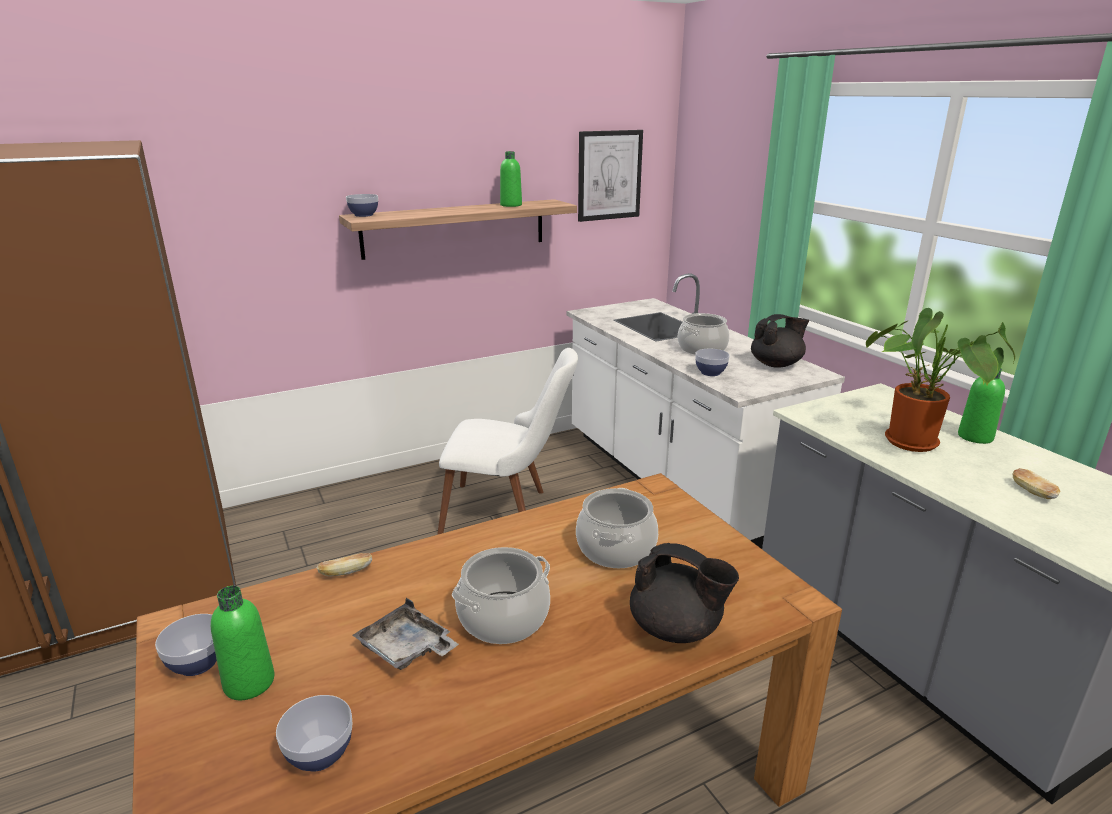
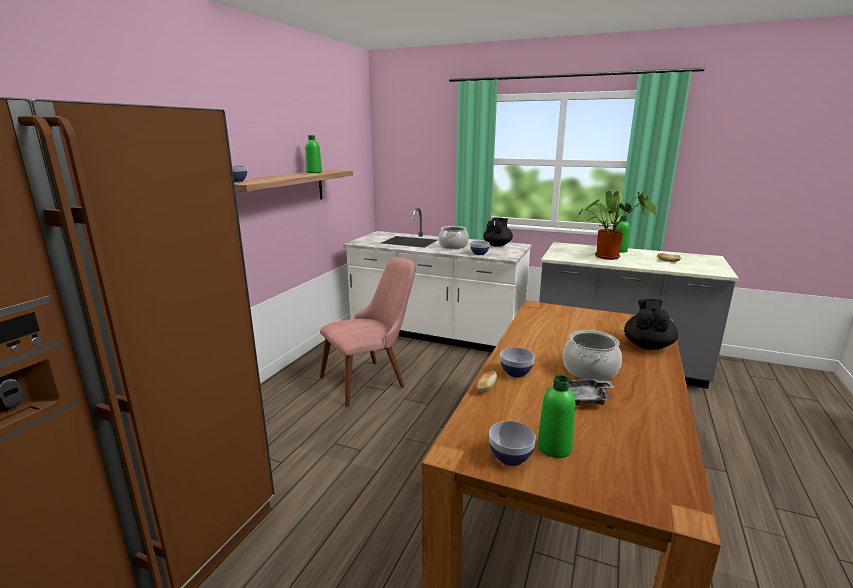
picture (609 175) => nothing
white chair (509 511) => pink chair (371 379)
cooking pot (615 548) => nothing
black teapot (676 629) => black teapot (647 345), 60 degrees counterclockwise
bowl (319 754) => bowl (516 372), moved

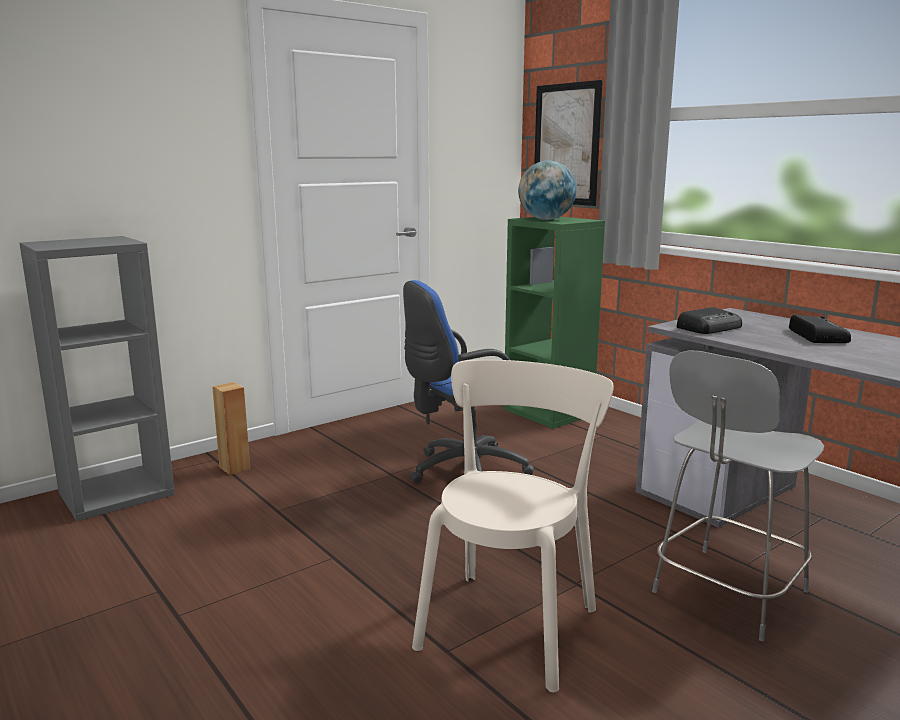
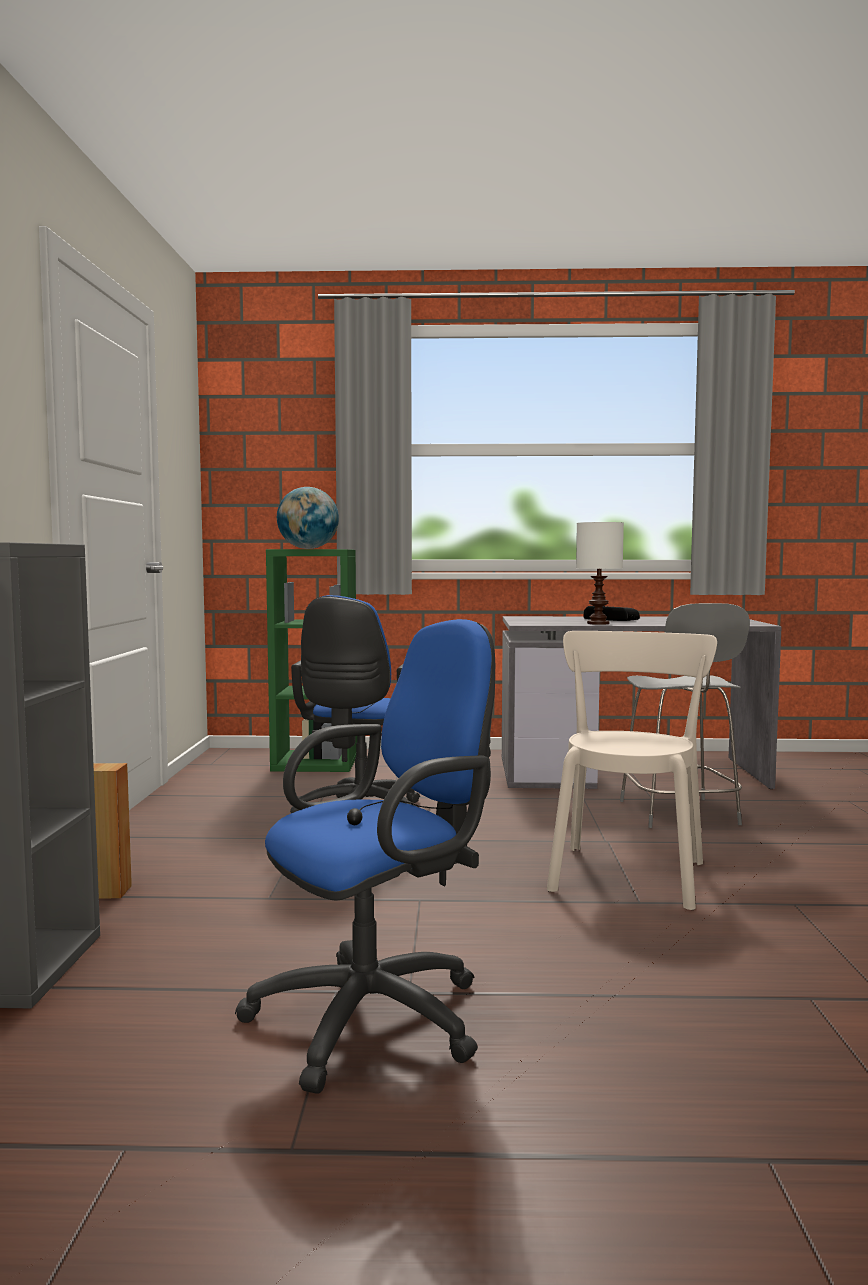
picture (566 144) => nothing
radio (709 327) => nothing
beige chair (510 622) => beige chair (628 873), 45 degrees clockwise
nothing => white table lamp (597 623)
nothing => blue office chair (380 1016)

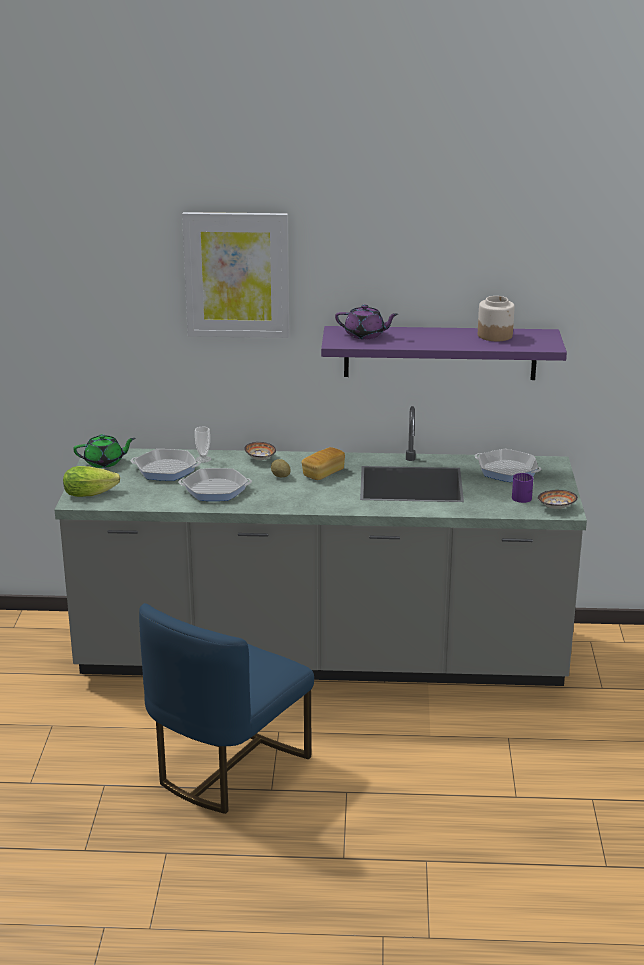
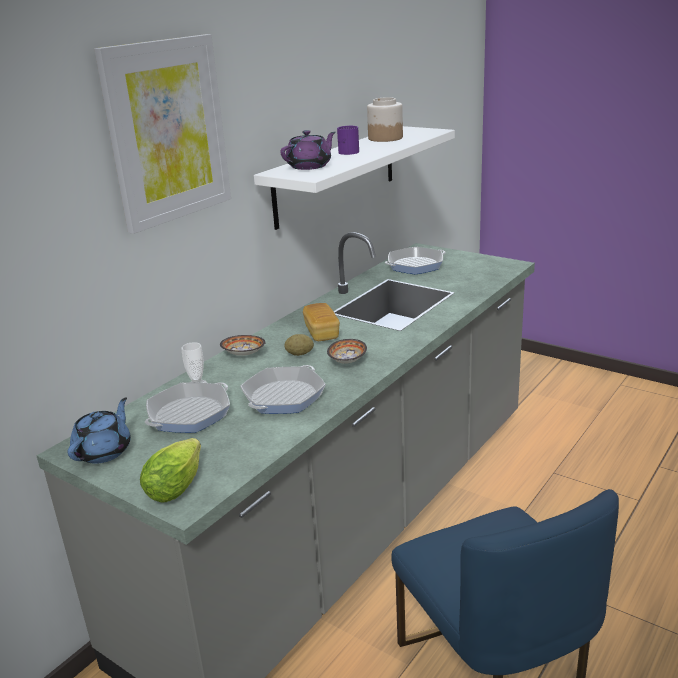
purple shelf (440 352) => white shelf (336 175)
green teapot (105 462) => blue teapot (104 451)
purple mug (524 496) => purple mug (347 151), moved
bowl (555 507) => bowl (346 361), moved

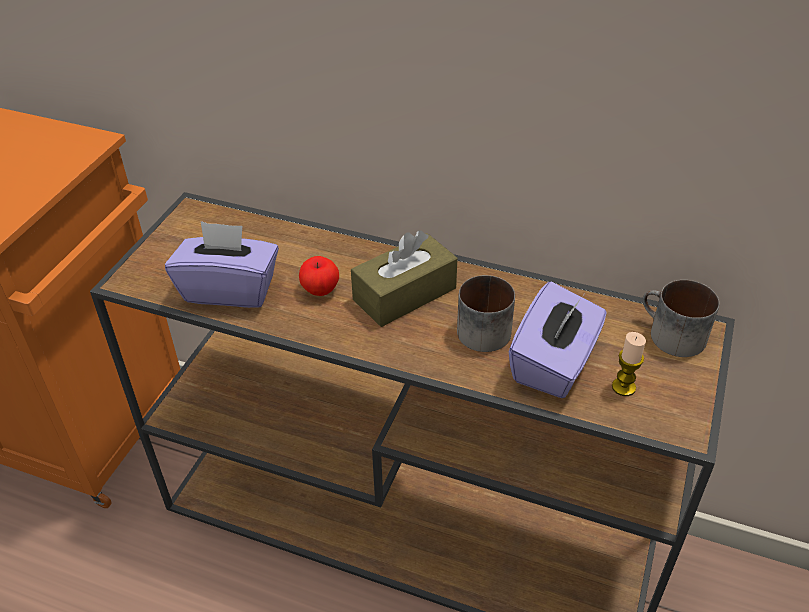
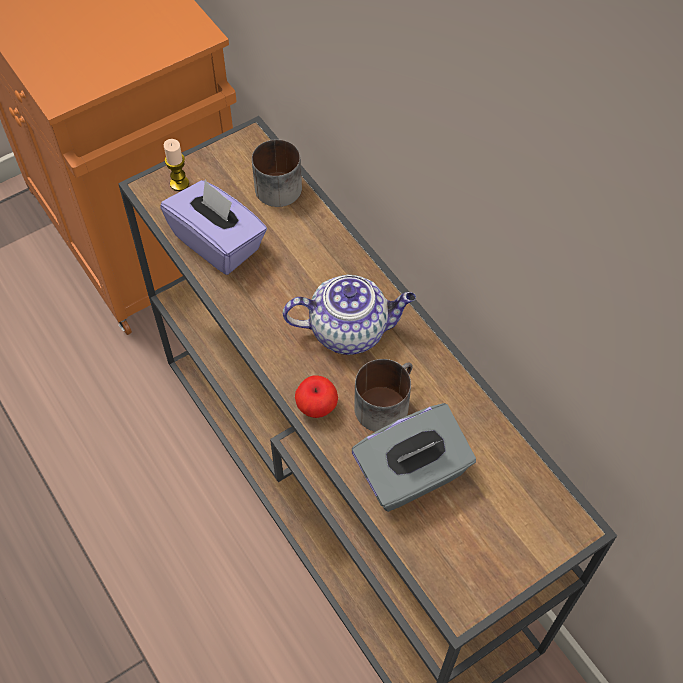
brown tissue box (404 294) => teapot (350 330)
apple (320 290) => apple (317 406), moved
mug (669 335) => mug (275 184), moved
purple tissue box (554 364) => grey tissue box (412 475)
candle (623 387) => candle (179 183), moved

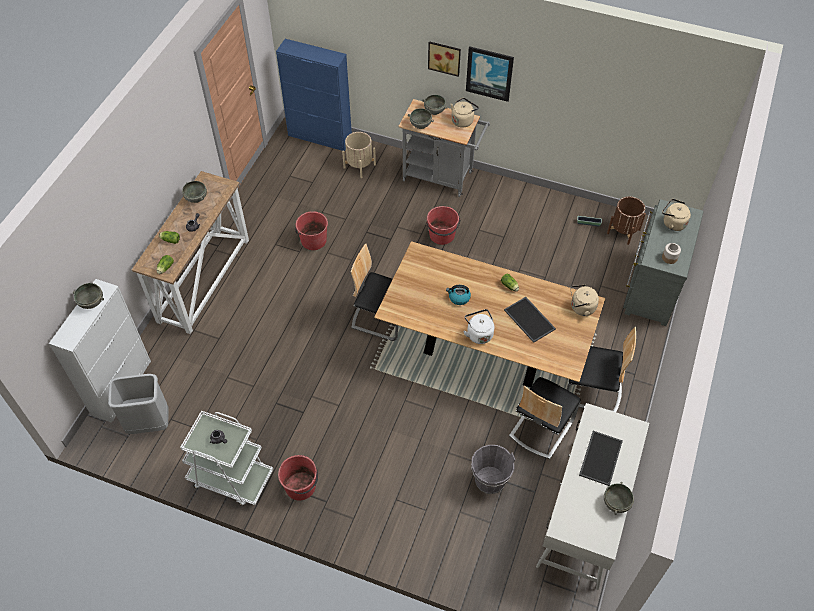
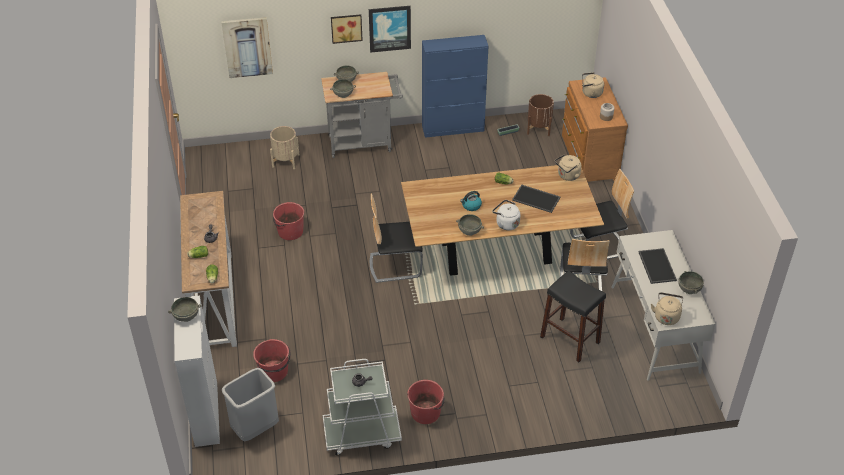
blue cabinet (320 137) => blue cabinet (453 128), moved
beige kettle (463 120) => beige kettle (666 316), moved
grey bowl (195 198) => grey bowl (469 231), moved
grey dresser (651 287) => brown dresser (588 158)
red bucket (442 235) => red bucket (274 371), moved
grey bucket (489 480) => black stool (570 339)
nothing => picture (247 47)

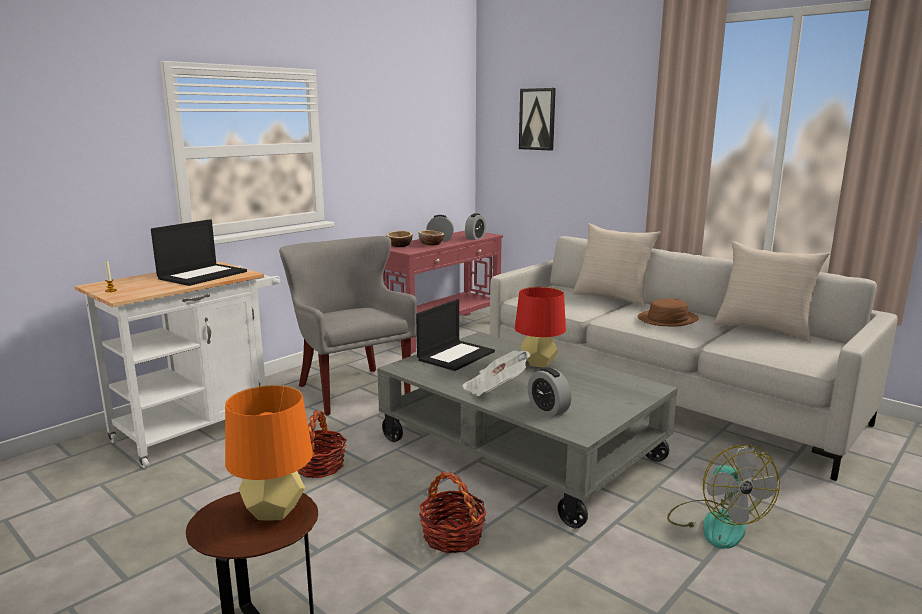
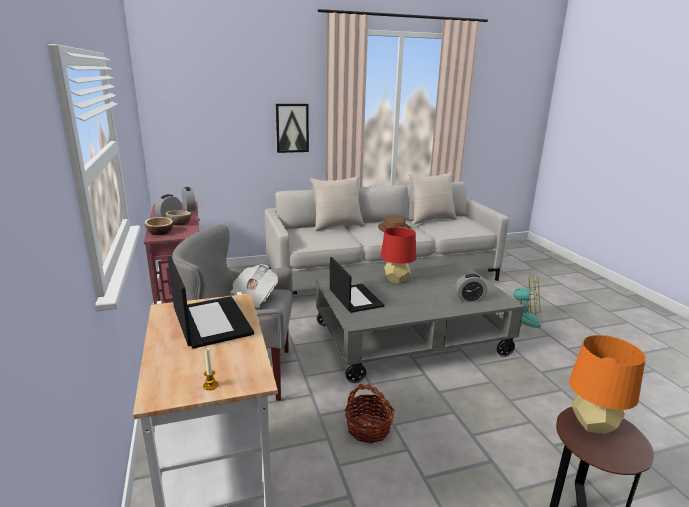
picture (537 119) => picture (292 128), moved
newspaper (495 389) => newspaper (252 299), moved
basket (452 536) => nothing

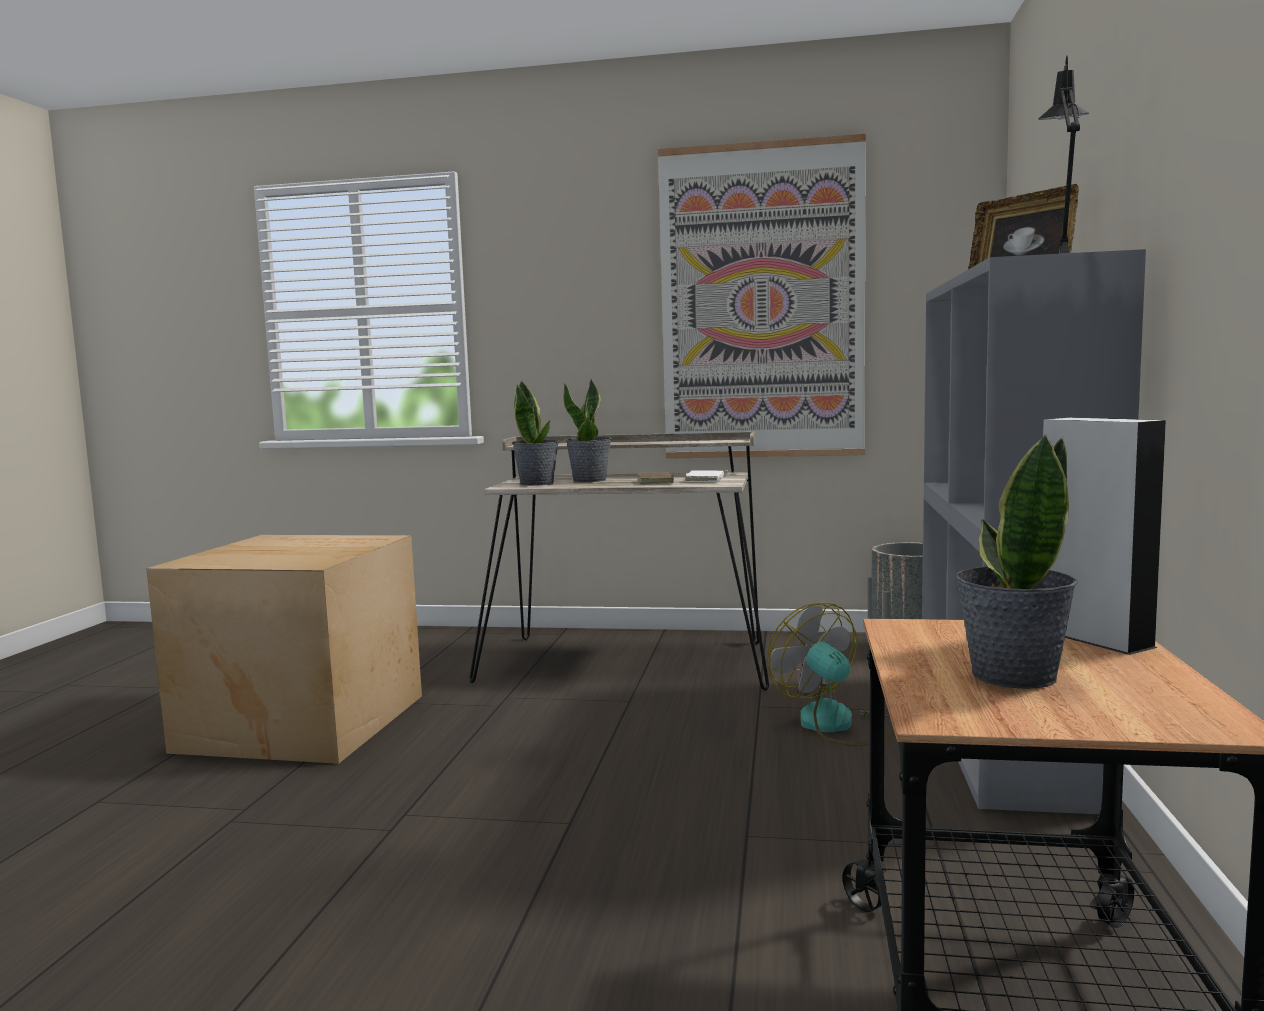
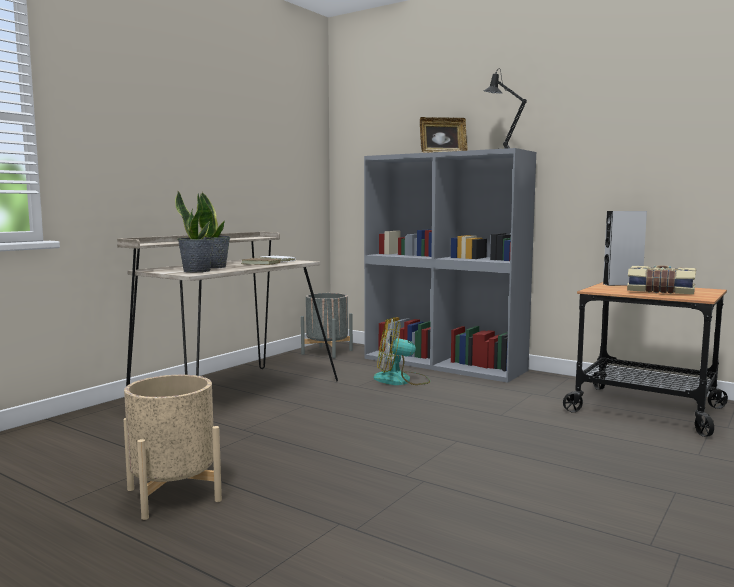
picture (761 303) => nothing
potted plant (1011 675) => book (660 291)
cardboard box (302 721) => beige planter (173 495)

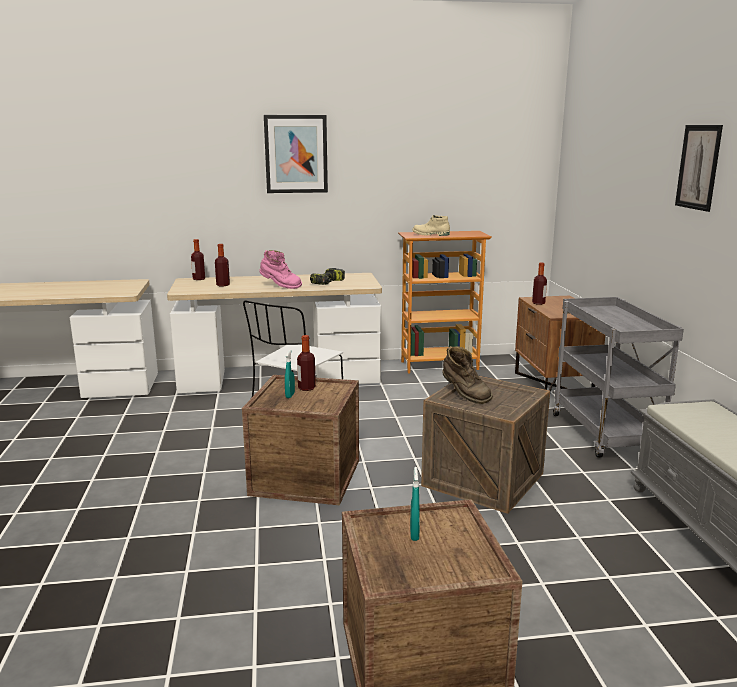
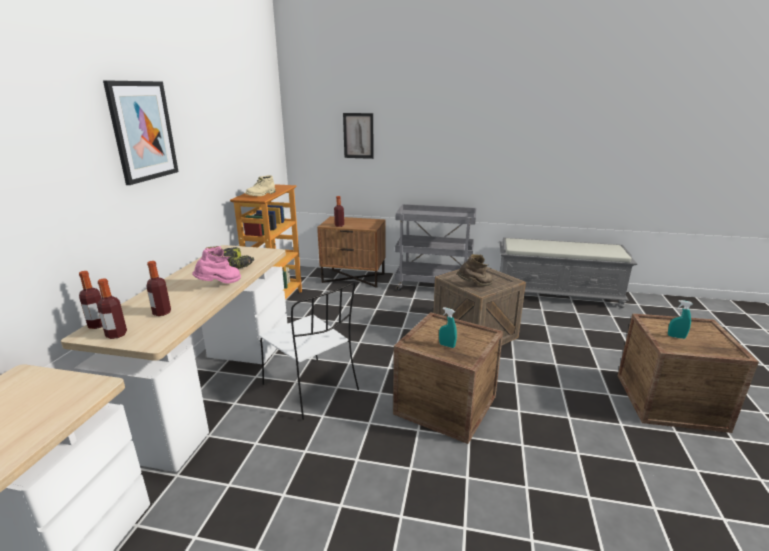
picture (698 167) => picture (358 135), moved
bottle (306 388) => bottle (116 334), moved

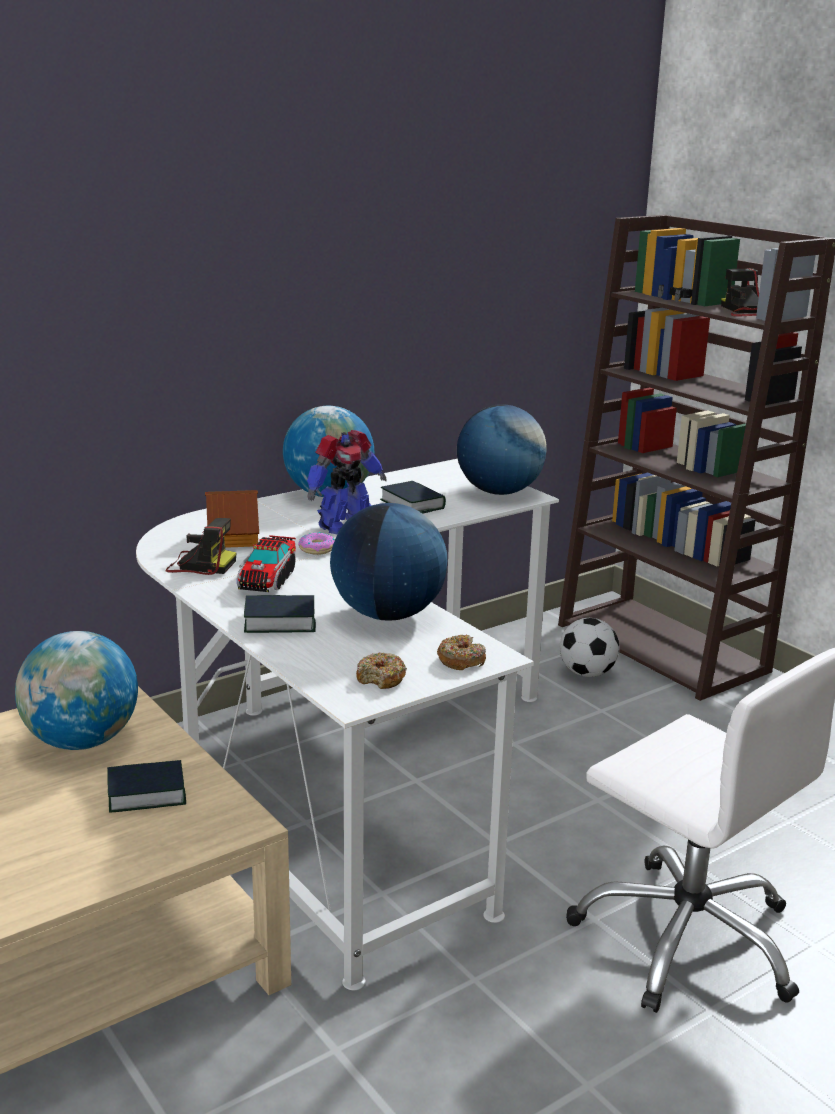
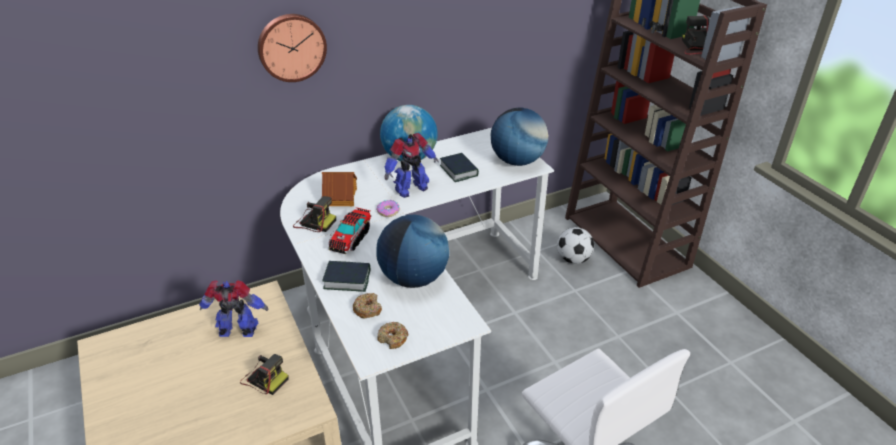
globe (81 741) => toy robot (238 331)
donut (461 660) => donut (367 309), moved
book (146 793) => photo camera (264 378)
nothing => wall clock (291 47)

